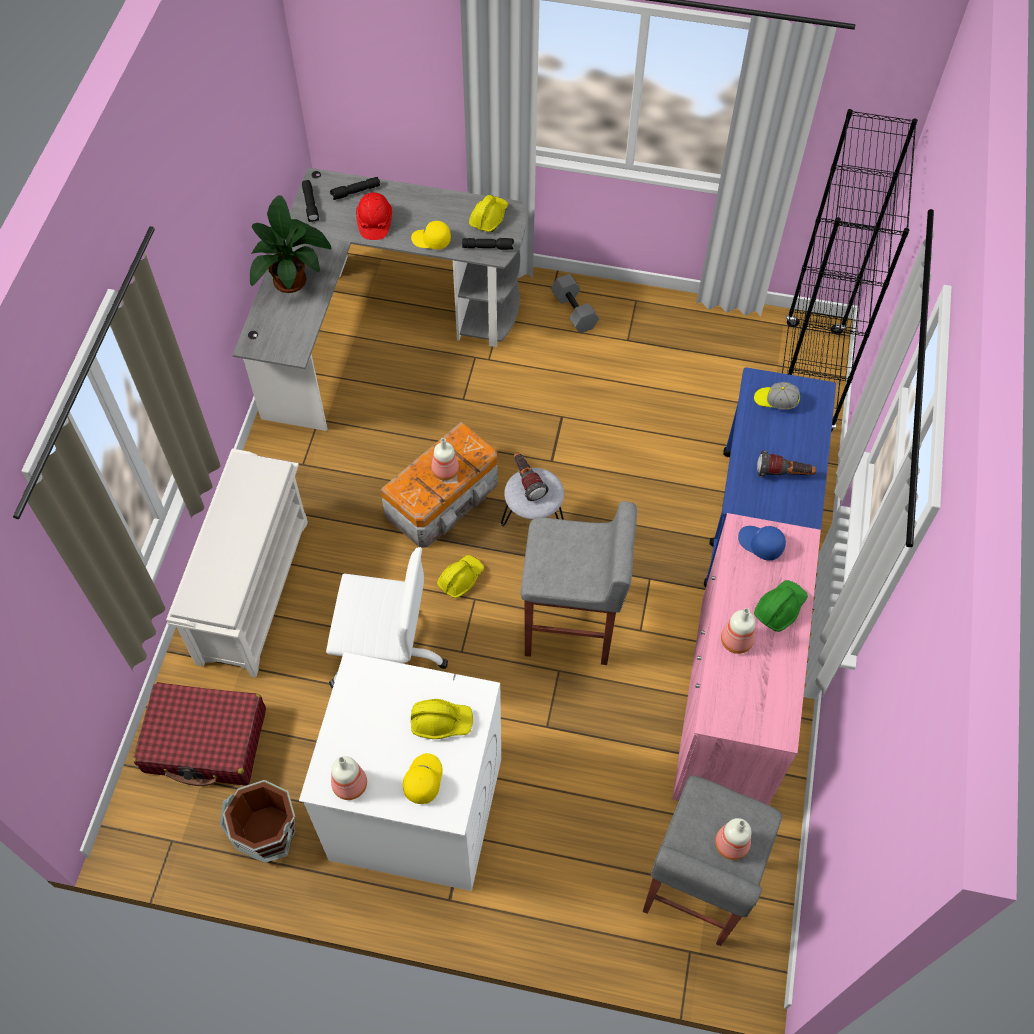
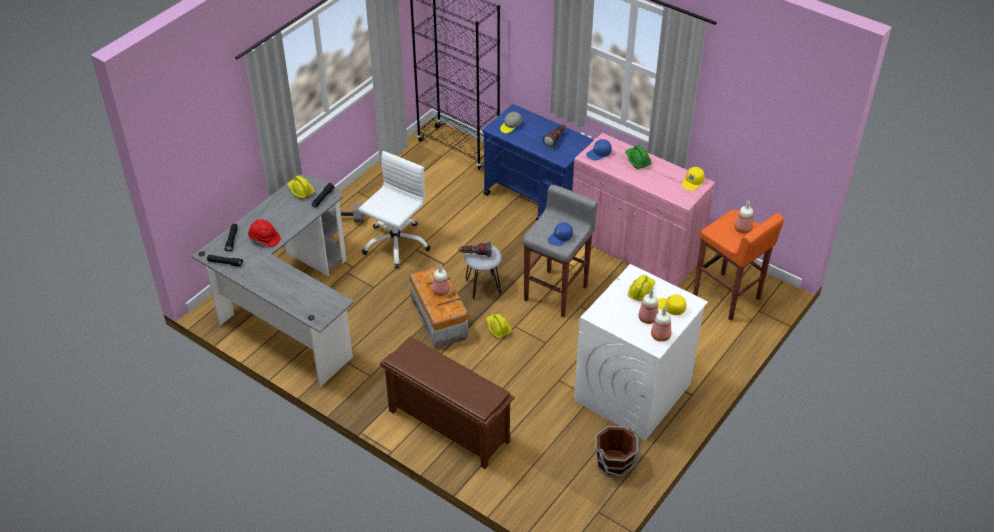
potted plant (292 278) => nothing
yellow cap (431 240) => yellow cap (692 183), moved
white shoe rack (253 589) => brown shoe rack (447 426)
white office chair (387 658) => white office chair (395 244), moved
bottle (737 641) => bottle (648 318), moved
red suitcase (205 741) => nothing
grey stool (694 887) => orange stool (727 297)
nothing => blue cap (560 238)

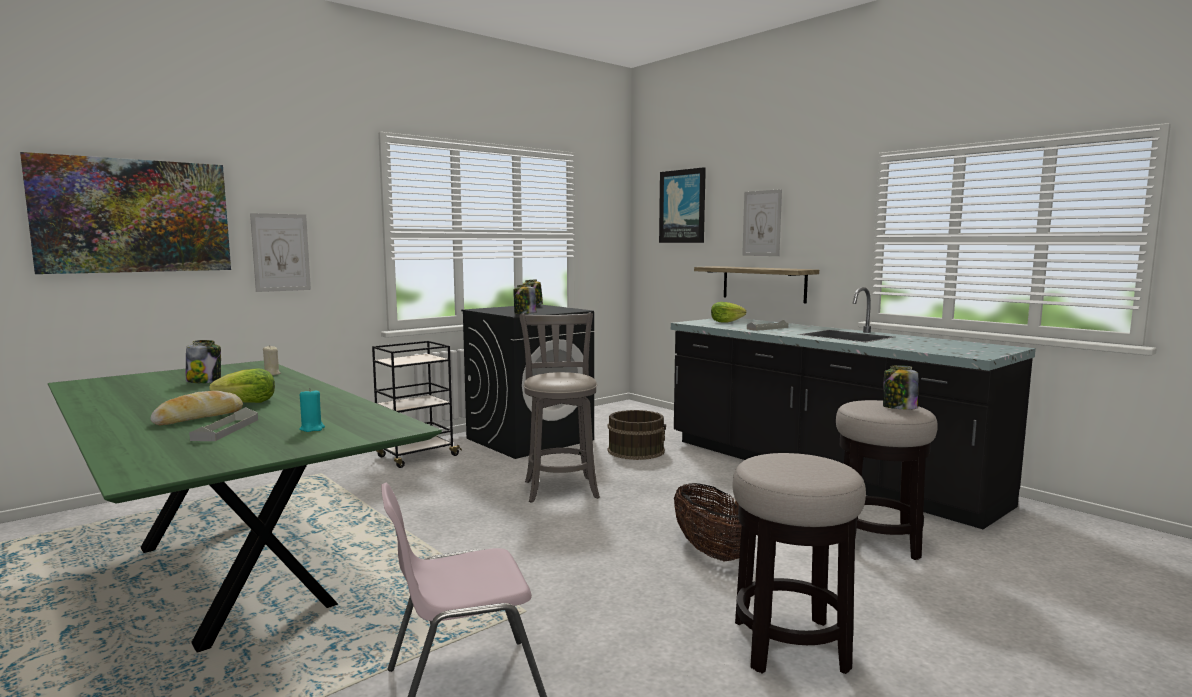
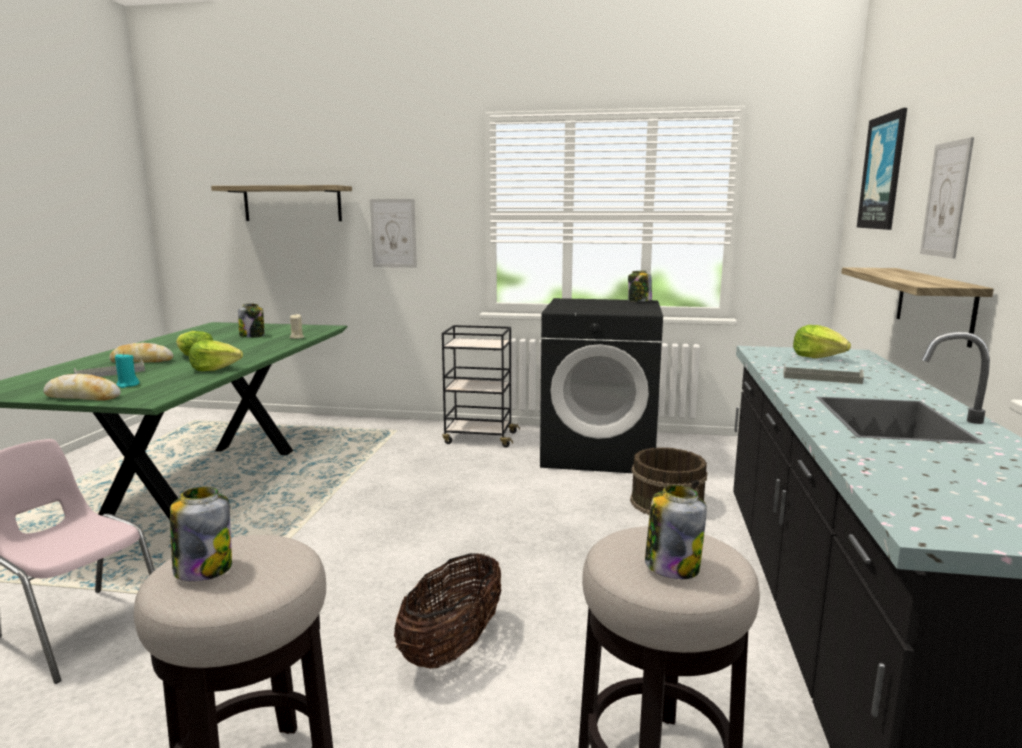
picture (134 216) => shelf (292 204)
jar (524 314) => jar (203 569), moved
grey stool (560 488) => nothing
nothing => lettuce (215 369)
nothing => bread (83 397)

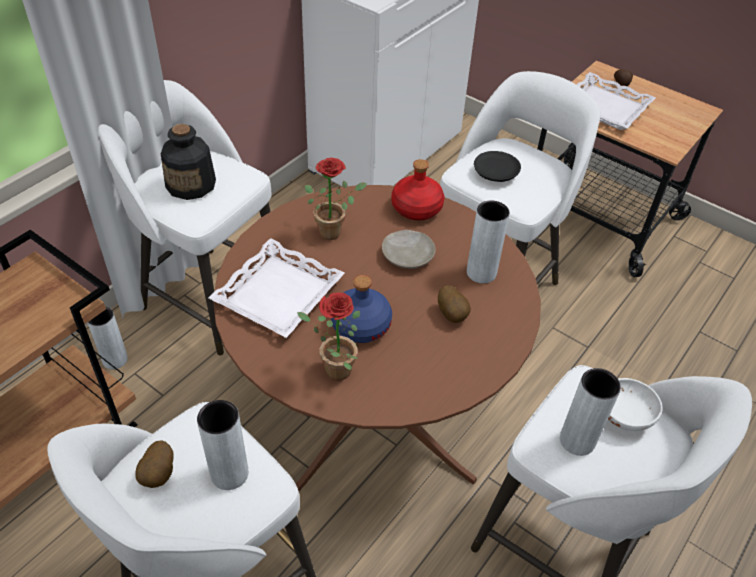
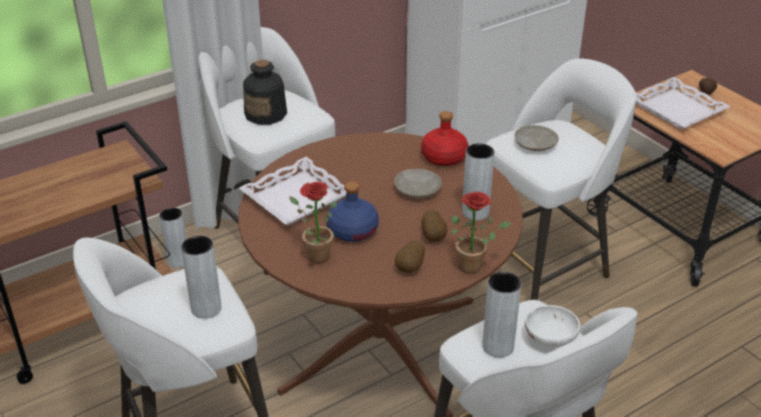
black plate (495 172) => beige plate (534 144)
potted plant (334 231) => potted plant (474 266), moved
potato (159 475) => potato (410 268), moved

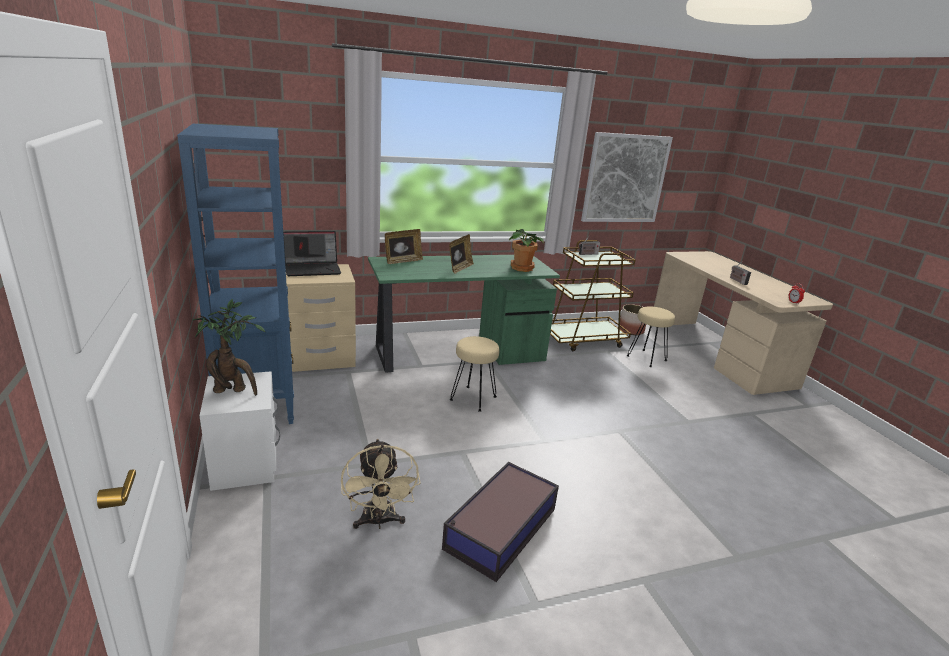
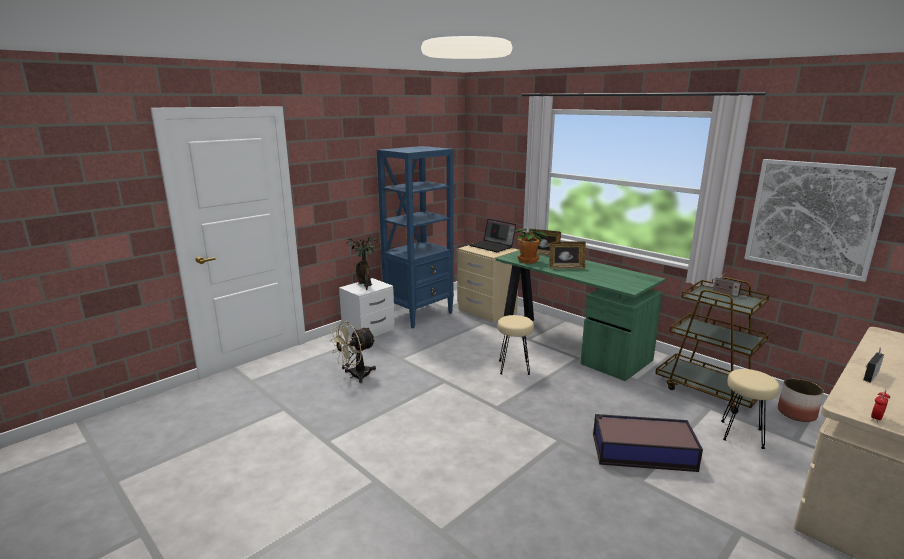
potted plant (522 268) => potted plant (529 261), moved
storage box (499 529) => storage box (641 452), moved

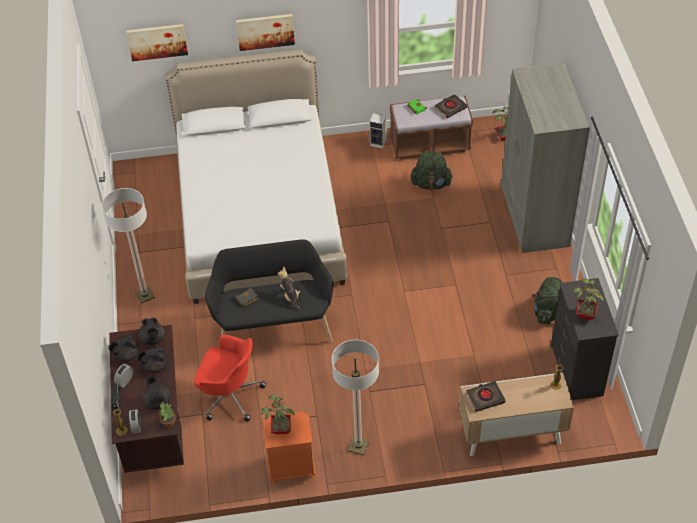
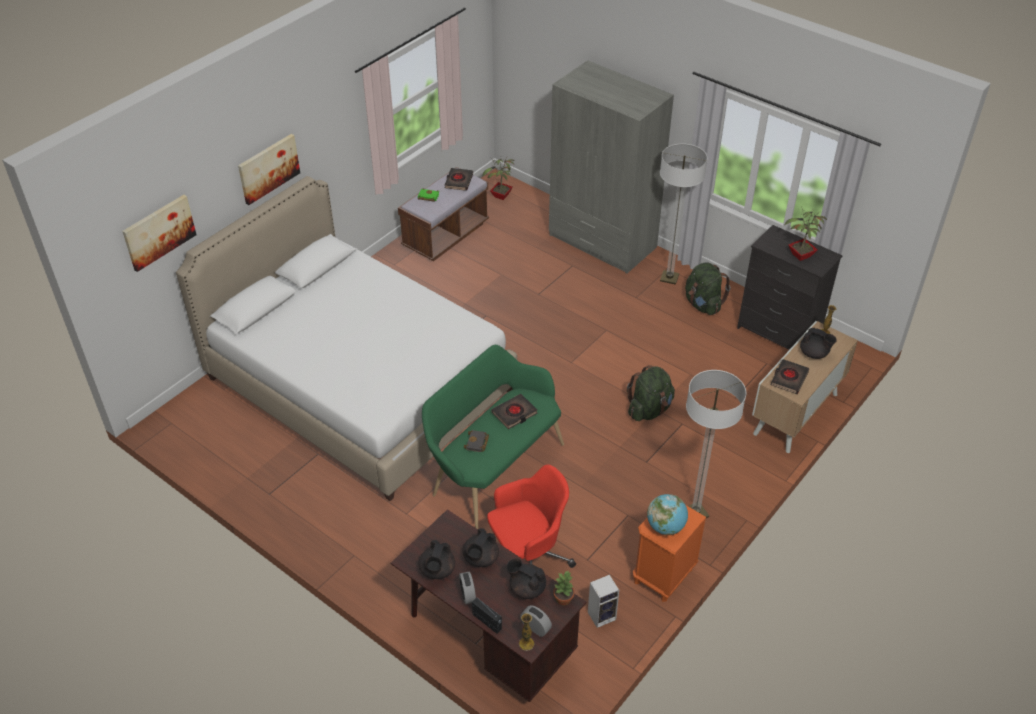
speaker (379 143) => speaker (602 615), moved
green backpack (431 184) => green backpack (649 410), moved
floor lamp (145 295) => floor lamp (669 278), moved
black bench (273 326) => green bench (493 468)
plush toy (290 296) => black book (514 413)
black teapot (153 339) => black teapot (814 354), moved
potted plant (280 429) => globe (665 527)

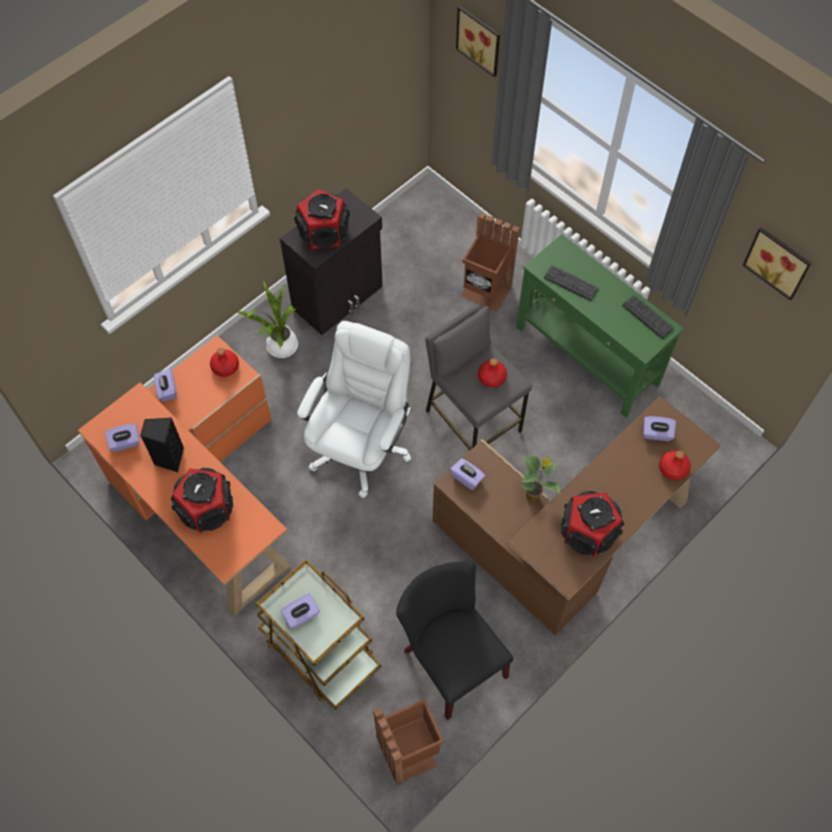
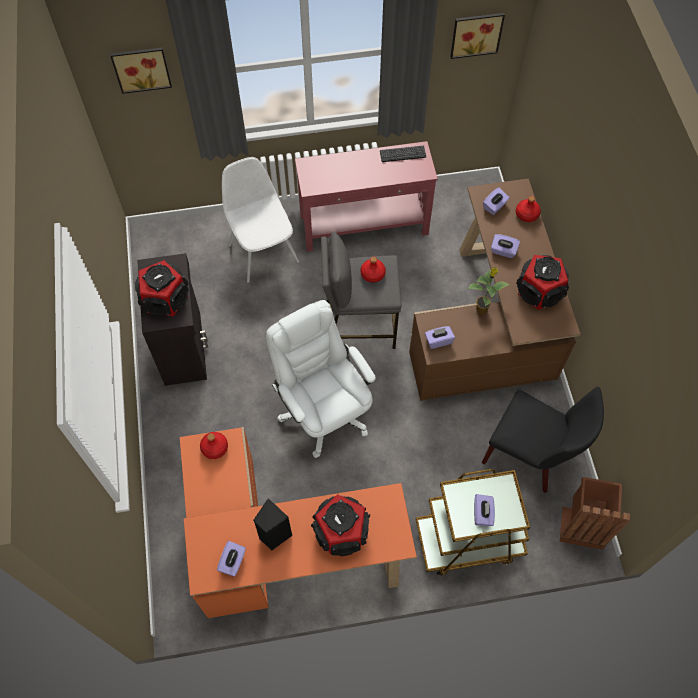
brown trash can (485 292) => white chair (263 252)
green console table (587 356) => red console table (365 225)
keyboard (571 283) => nothing
potted plant (280 347) => nothing
purple tissue box (167 390) => purple tissue box (503 251), moved
black chair (449 659) => black chair (531 456), 150 degrees counterclockwise

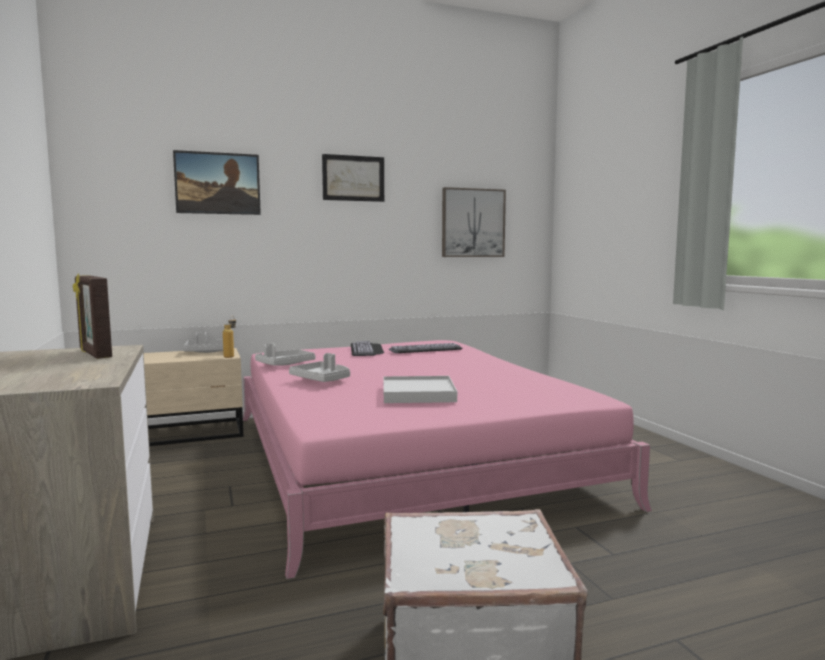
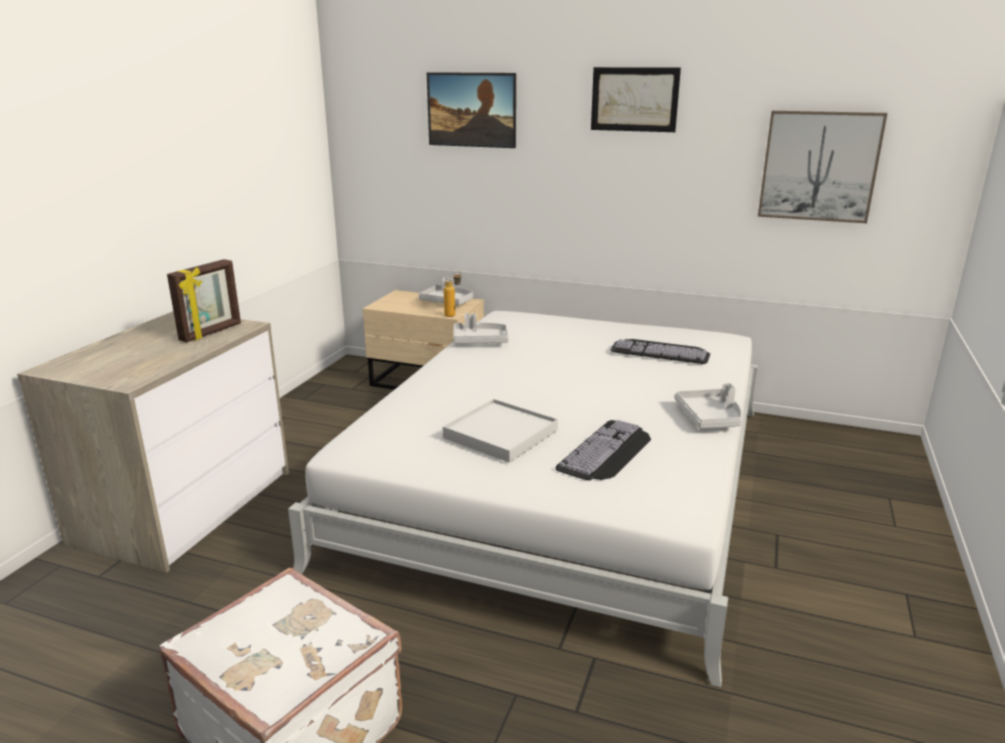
picture frame (94 354) => picture frame (211 333), 150 degrees counterclockwise
pink bed (403 456) => white bed (565 480)
keyboard (367 349) => keyboard (608 452), moved
grey tray (322 380) => grey tray (710 417), moved

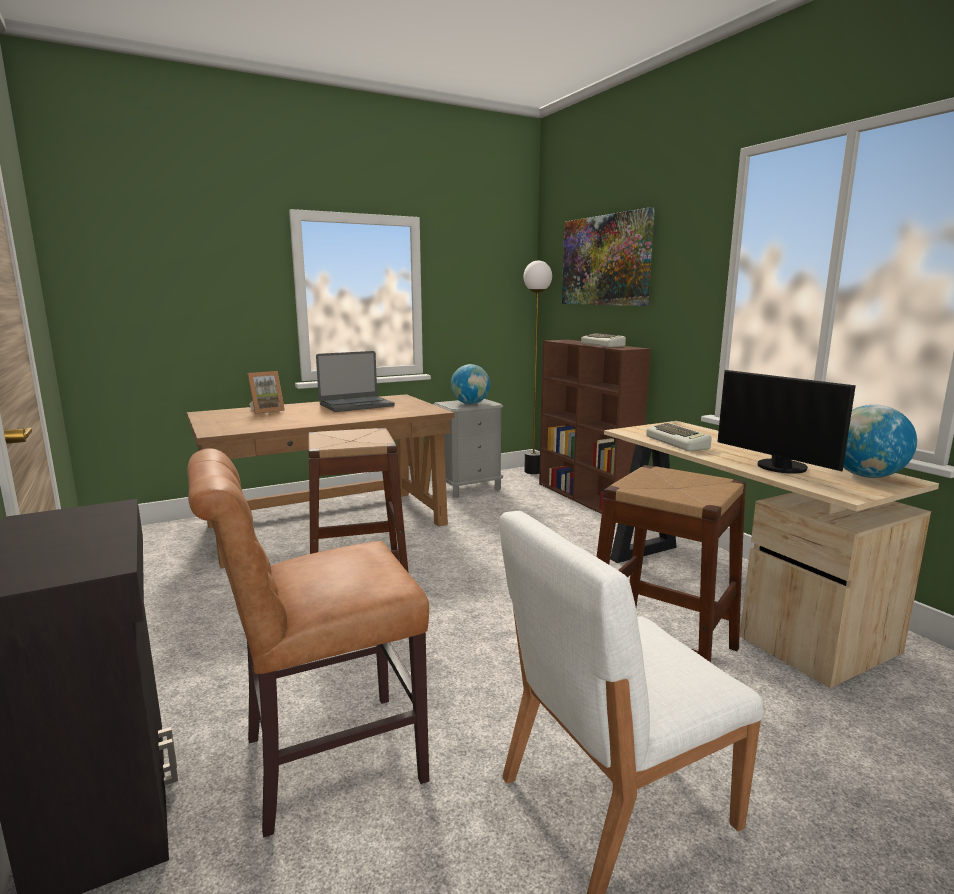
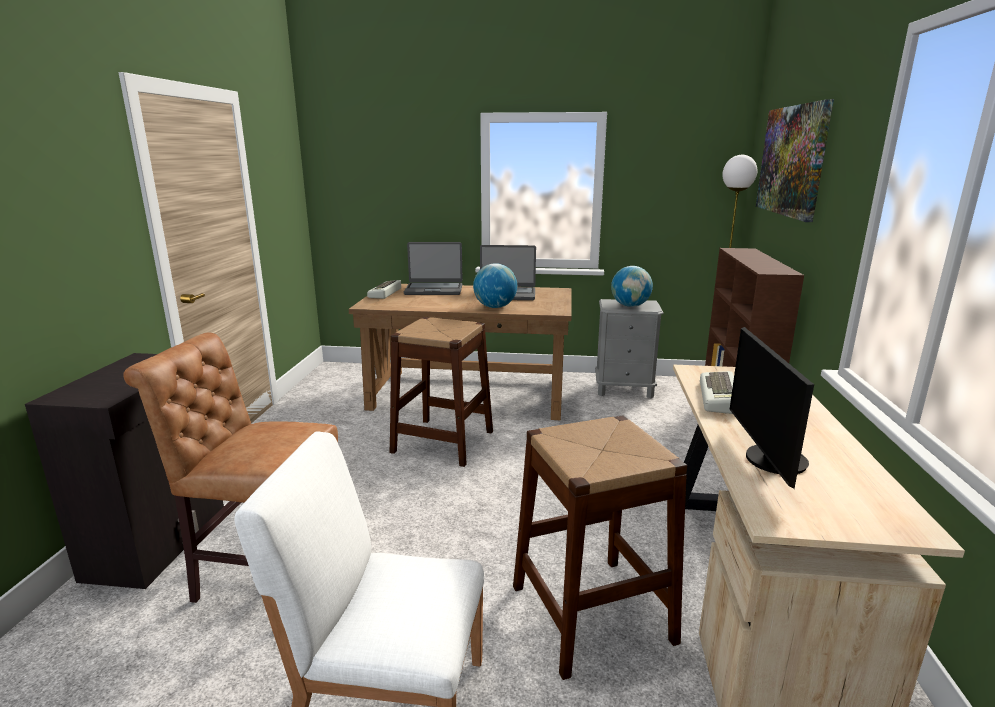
keyboard (604 345) => keyboard (385 293), moved
picture frame (266 410) => laptop (434 290)
globe (866 476) => globe (495 307), moved

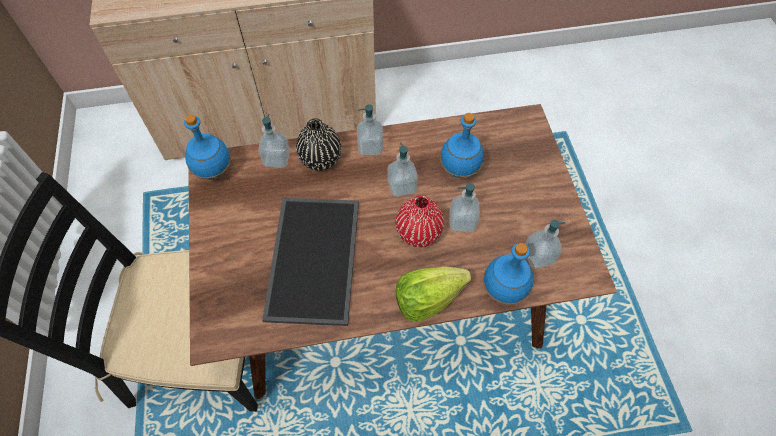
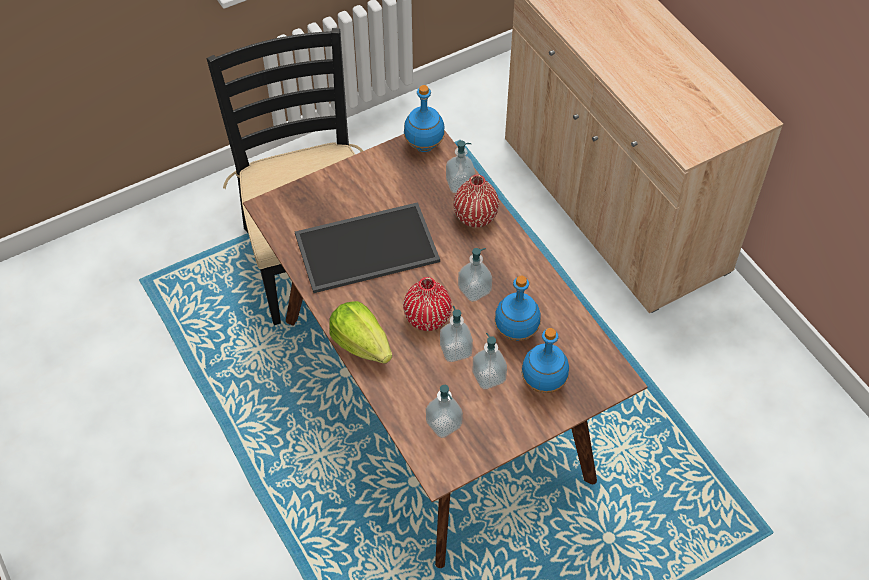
soap dispenser (370 147) => soap dispenser (489 377), moved
black vase (320 159) => red vase (475 217)
blue bottle (502 290) => blue bottle (543 382), moved

